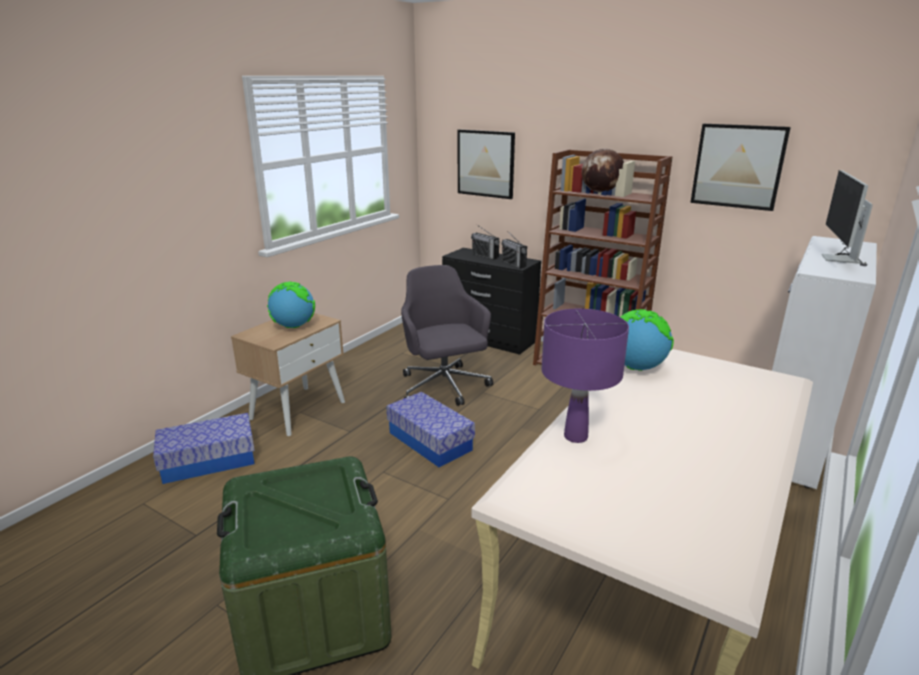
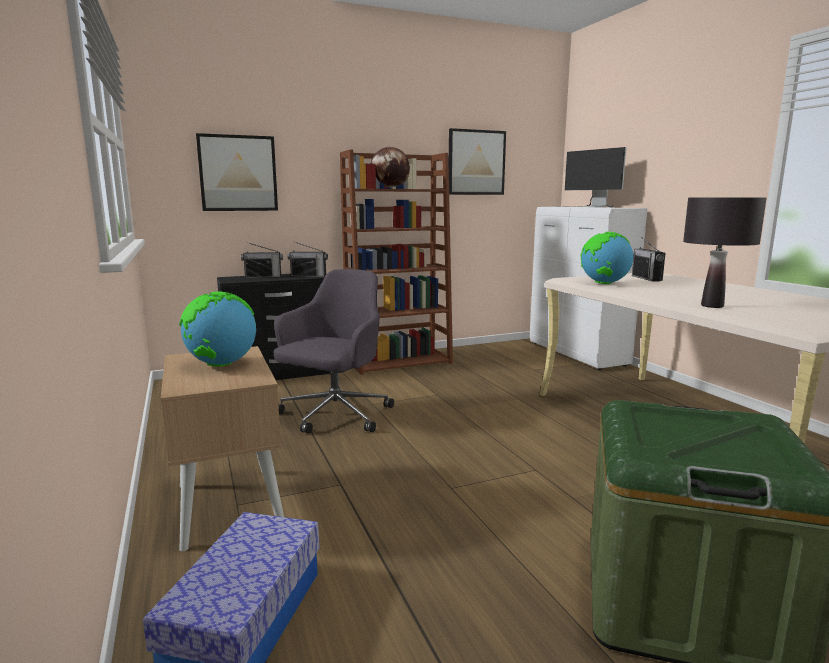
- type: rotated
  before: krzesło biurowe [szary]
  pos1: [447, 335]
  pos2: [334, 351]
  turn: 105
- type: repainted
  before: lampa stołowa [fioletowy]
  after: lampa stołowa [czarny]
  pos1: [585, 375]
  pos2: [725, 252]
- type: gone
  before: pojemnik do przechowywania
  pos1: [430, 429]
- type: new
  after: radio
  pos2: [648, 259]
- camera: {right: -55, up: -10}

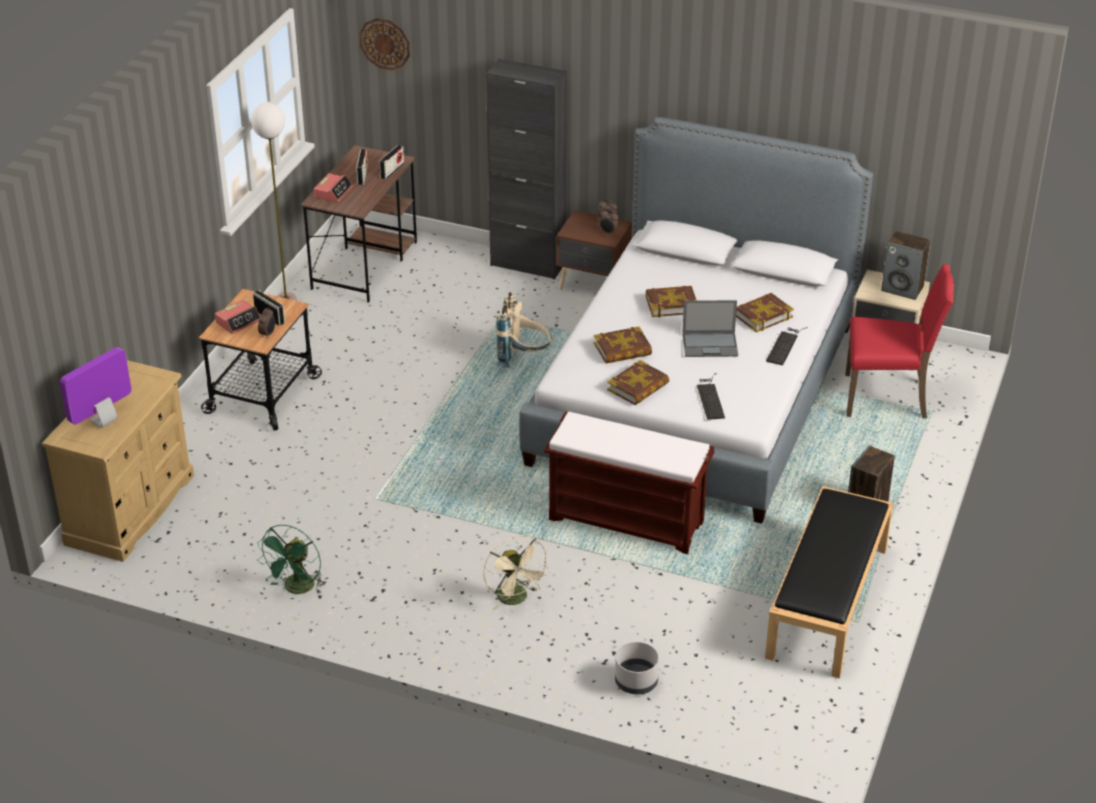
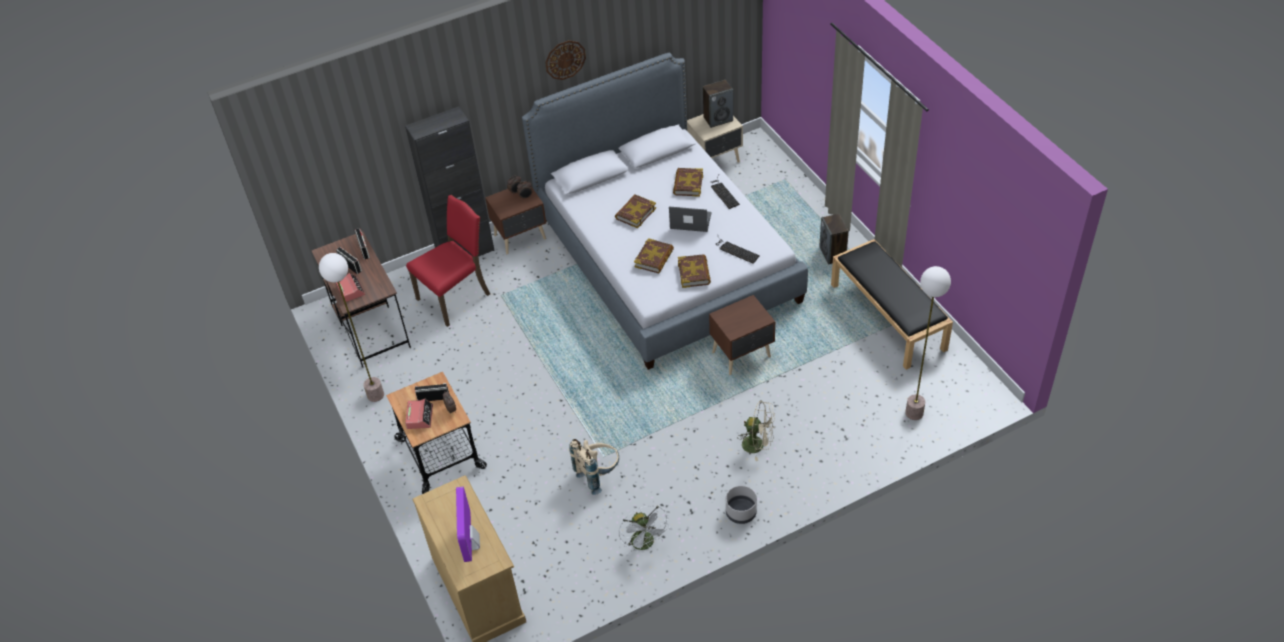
- type: shifted
  before: zegar ścienny
  pos1: [384, 44]
  pos2: [565, 60]
- type: shifted
  before: krzesło [czerwony]
  pos1: [899, 341]
  pos2: [448, 261]
- type: shifted
  before: plecak [beżowy]
  pos1: [524, 330]
  pos2: [594, 467]
- type: rotated
  before: laptop
  pos1: [710, 328]
  pos2: [690, 219]
  turn: -120
- type: swapped
  before: ławka [brązowy]
  after: szafka nocna [brązowy]
  pos1: [629, 483]
  pos2: [742, 335]
- type: repainted
  before: wentylator [zielony]
  after: wentylator [biały]
  pos1: [291, 559]
  pos2: [644, 530]
- type: shifted
  before: donica [szary]
  pos1: [637, 668]
  pos2: [741, 505]
- type: new
  after: lampa stojąca
  pos2: [928, 343]
- camera: {right: -45, up: 10}

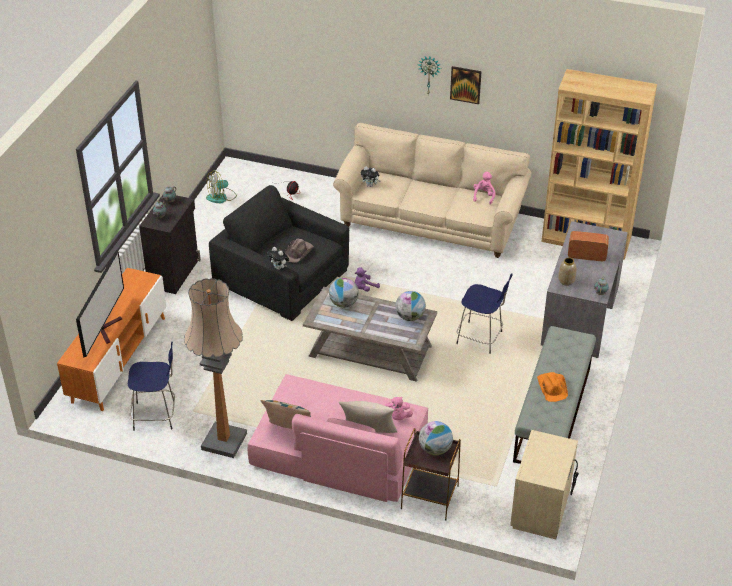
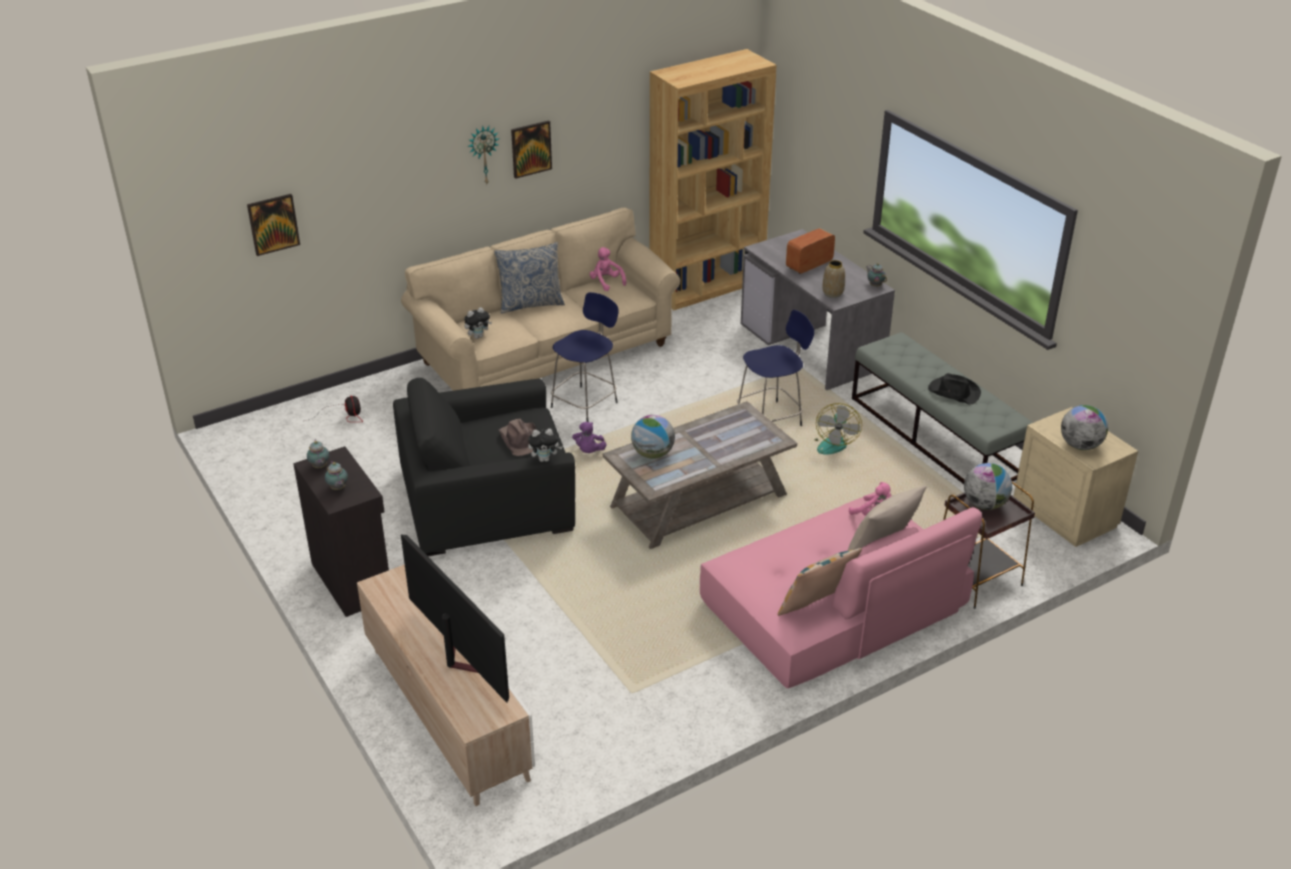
- type: shifted
  before: wentylator
  pos1: [221, 186]
  pos2: [838, 429]
- type: repainted
  before: szafka pod telewizor [pomarańczowy]
  after: szafka pod telewizor [beżowy]
  pos1: [111, 339]
  pos2: [446, 685]
- type: gone
  before: lampa stojąca
  pos1: [215, 368]
- type: shifted
  before: globus
  pos1: [411, 306]
  pos2: [1084, 427]
- type: shifted
  before: stołek [niebieski]
  pos1: [151, 386]
  pos2: [585, 357]
- type: repainted
  before: kapelusz [pomarańczowy]
  after: kapelusz [czarny]
  pos1: [552, 387]
  pos2: [954, 388]
- type: new
  after: obraz
  pos2: [273, 225]
- type: new
  after: poduszka
  pos2: [529, 277]
- camera: {right: -50, up: -5}

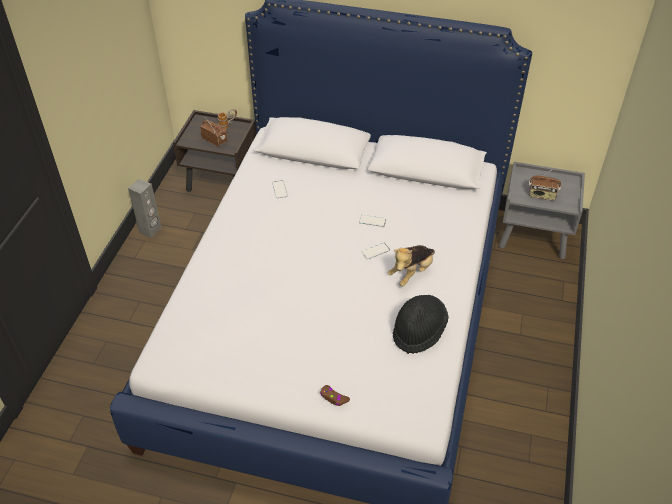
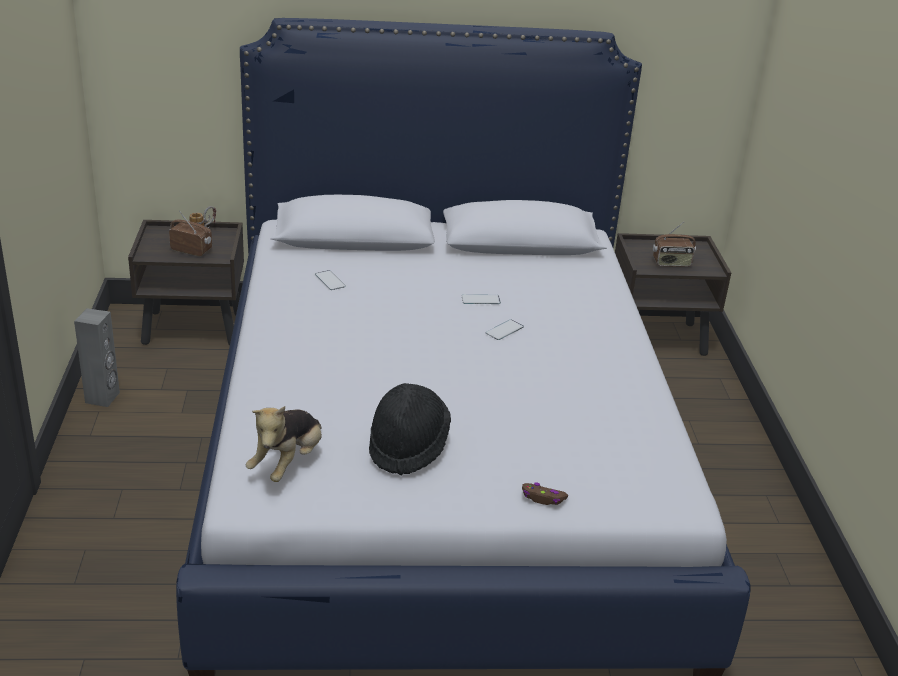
- type: repainted
  before: szafka nocna [szary]
  after: szafka nocna [brązowy]
  pos1: [542, 210]
  pos2: [673, 294]
- type: shifted
  before: pluszak
  pos1: [411, 265]
  pos2: [284, 444]
- type: shifted
  before: kapelusz [czarny]
  pos1: [421, 324]
  pos2: [410, 429]
- camera: {right: -20, up: -15}

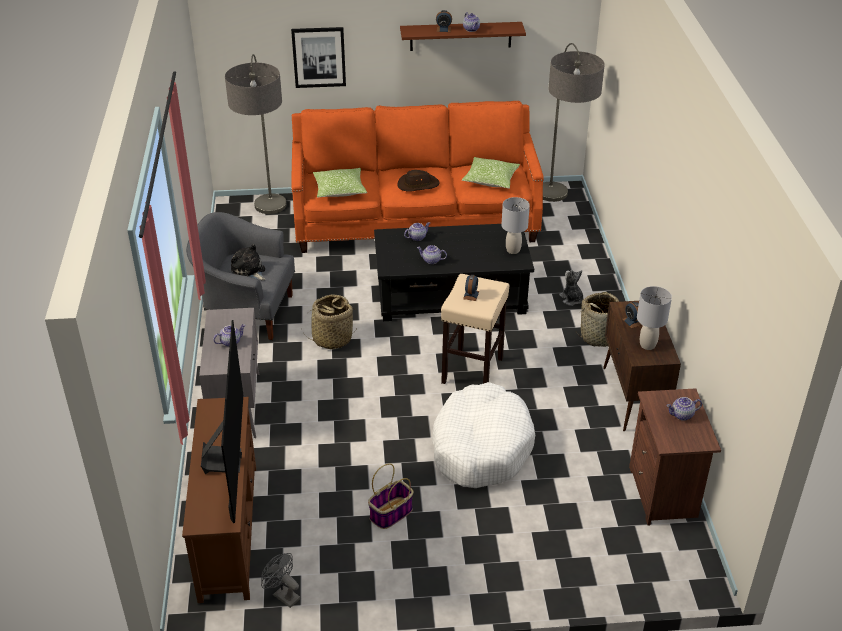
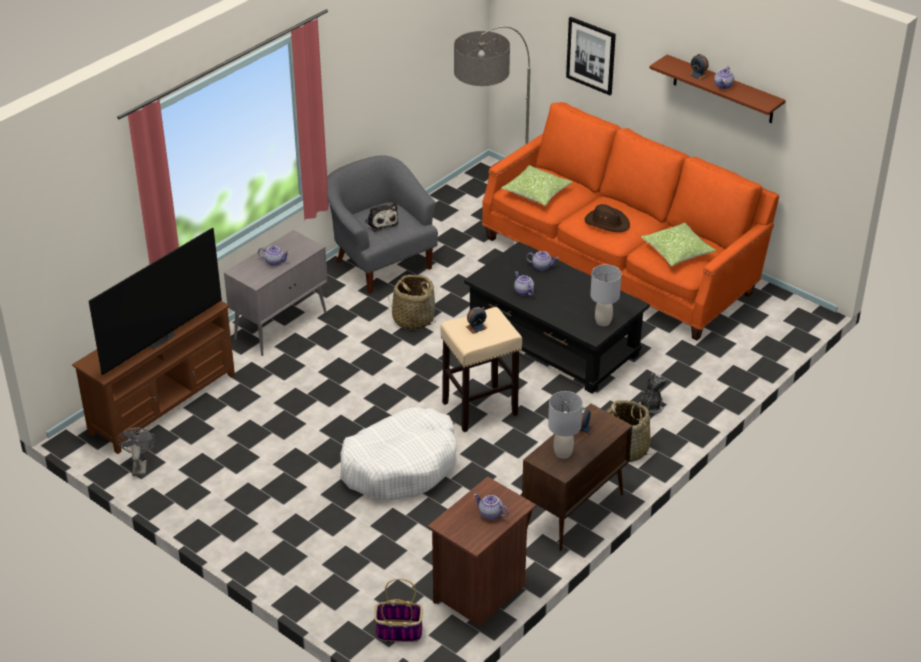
- type: gone
  before: lampa stojąca
  pos1: [574, 122]
- type: rotated
  before: pluszak
  pos1: [248, 262]
  pos2: [381, 217]
  turn: 150
- type: shifted
  before: koszyk
  pos1: [391, 496]
  pos2: [398, 610]
- camera: {right: 45, up: 0}

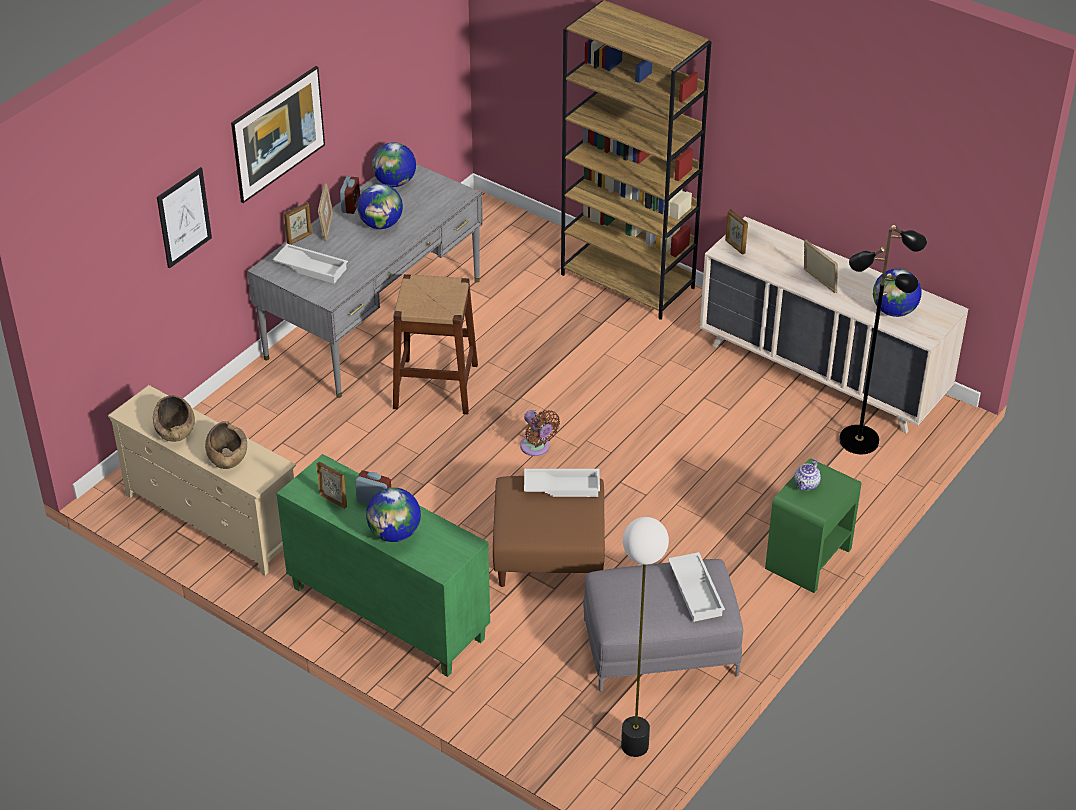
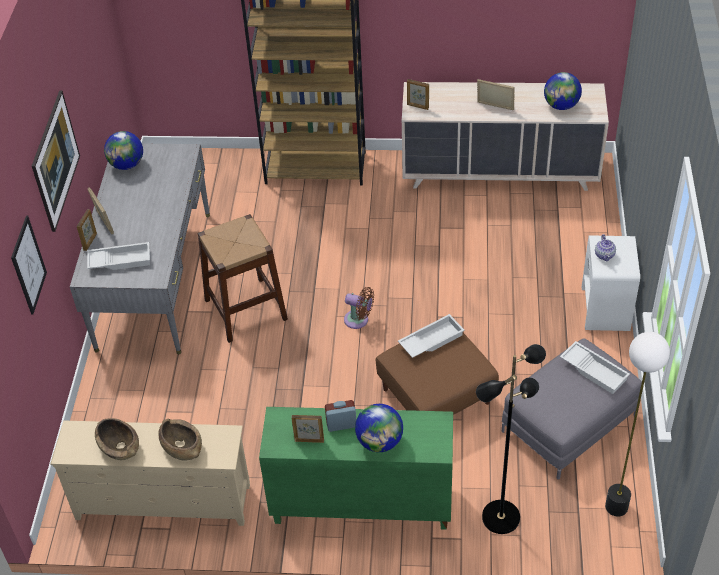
- type: gone
  before: budzik
  pos1: [350, 195]
- type: gone
  before: globus
  pos1: [380, 206]
- type: shifted
  before: lampa stojąca [czarny]
  pos1: [883, 339]
  pos2: [511, 439]
- type: repainted
  before: szafka nocna [zielony]
  after: szafka nocna [biały]
  pos1: [813, 525]
  pos2: [611, 283]
- camera: {right: -30, up: 5}

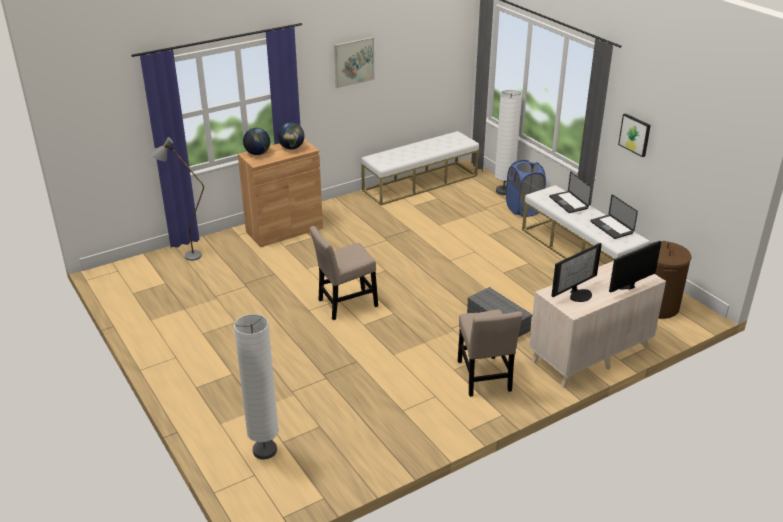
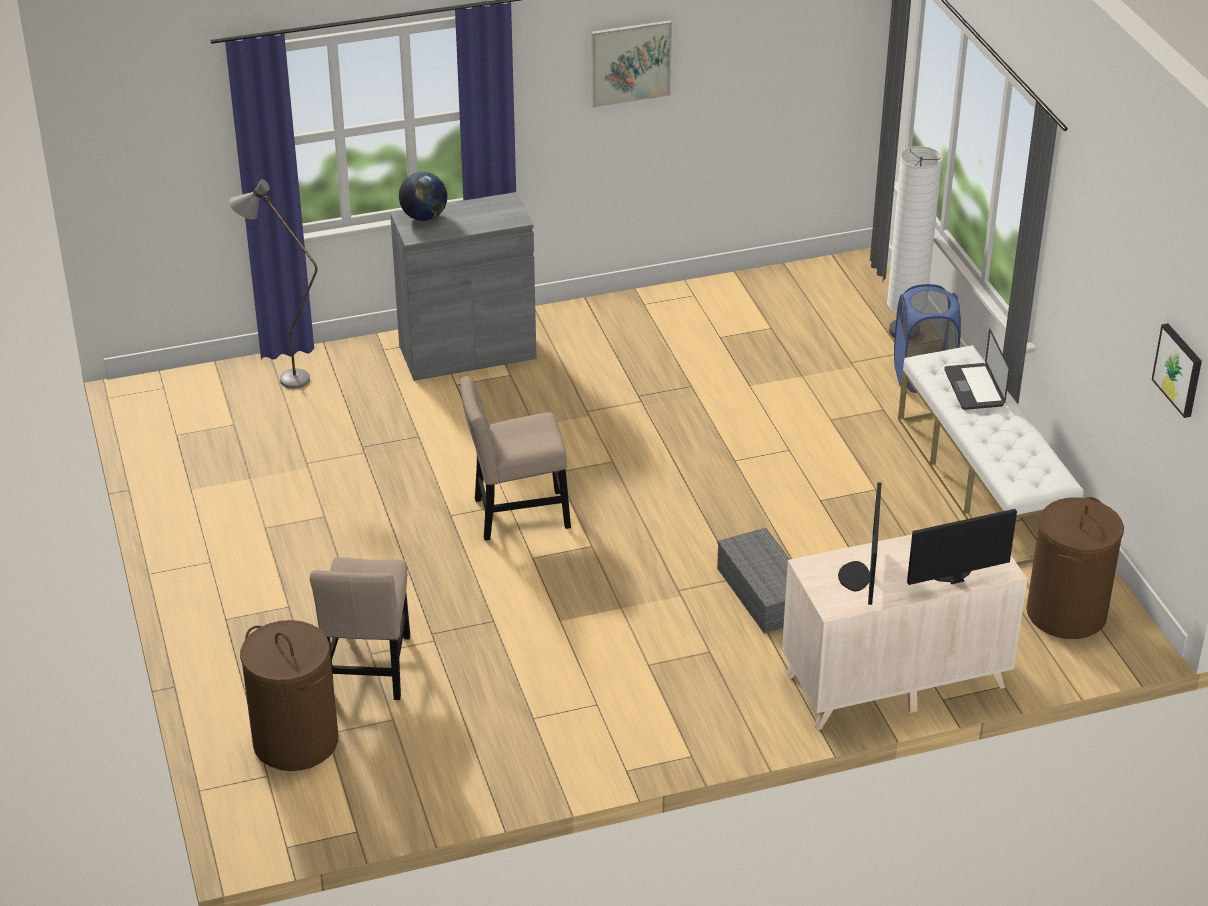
- type: shifted
  before: obraz
  pos1: [634, 135]
  pos2: [1177, 370]
- type: gone
  before: globus
  pos1: [290, 136]
- type: gone
  before: ławka [biały]
  pos1: [420, 168]
- type: repainted
  before: szafka [brązowy]
  after: szafka [szary]
  pos1: [280, 193]
  pos2: [463, 286]
- type: gone
  before: laptop
  pos1: [614, 216]
- type: rotated
  before: monitor
  pos1: [576, 272]
  pos2: [859, 543]
  turn: 120
- type: shifted
  before: krzesło [beżowy]
  pos1: [490, 353]
  pos2: [360, 628]
- type: swapped
  before: lampa stojąca [biały]
  after: kosz na pranie [brązowy]
  pos1: [256, 387]
  pos2: [289, 695]
- camera: {right: 15, up: 5}

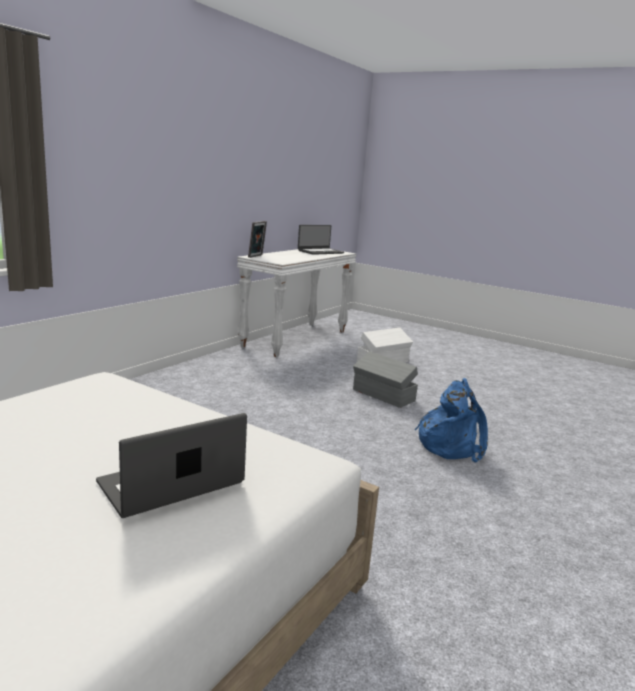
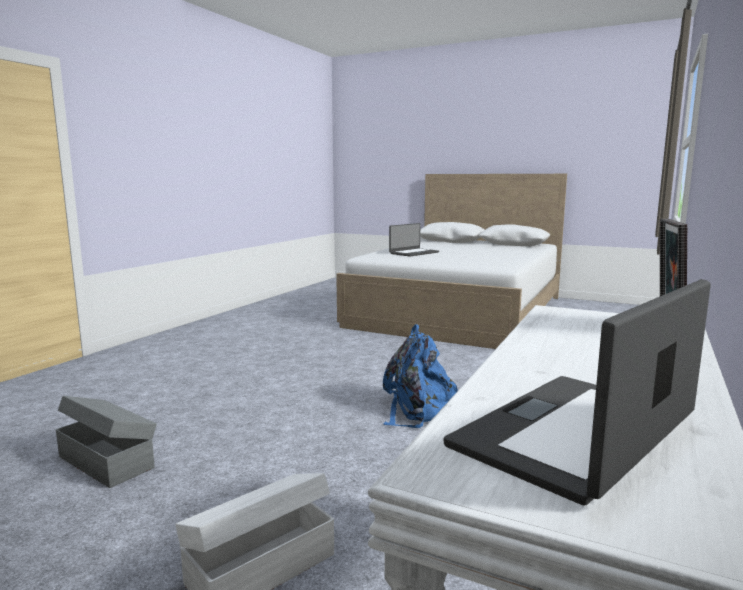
- type: shifted
  before: pojemnik do przechowywania [szary]
  pos1: [385, 379]
  pos2: [106, 442]
- type: shifted
  before: plecak [niebieski]
  pos1: [451, 420]
  pos2: [420, 376]
- camera: {right: 175, up: -5}

